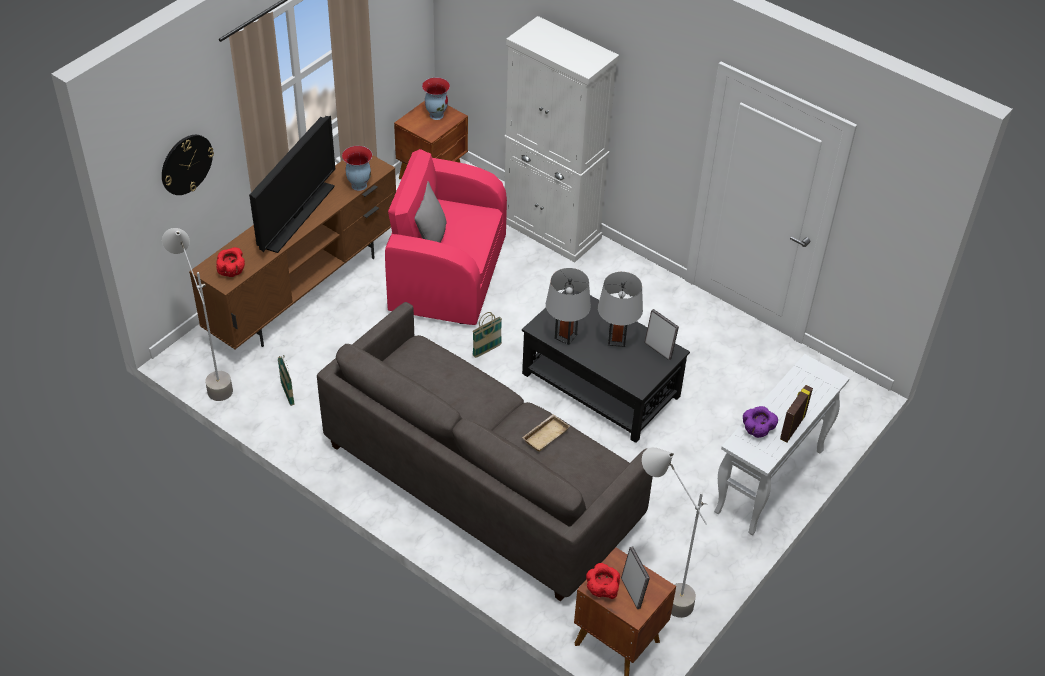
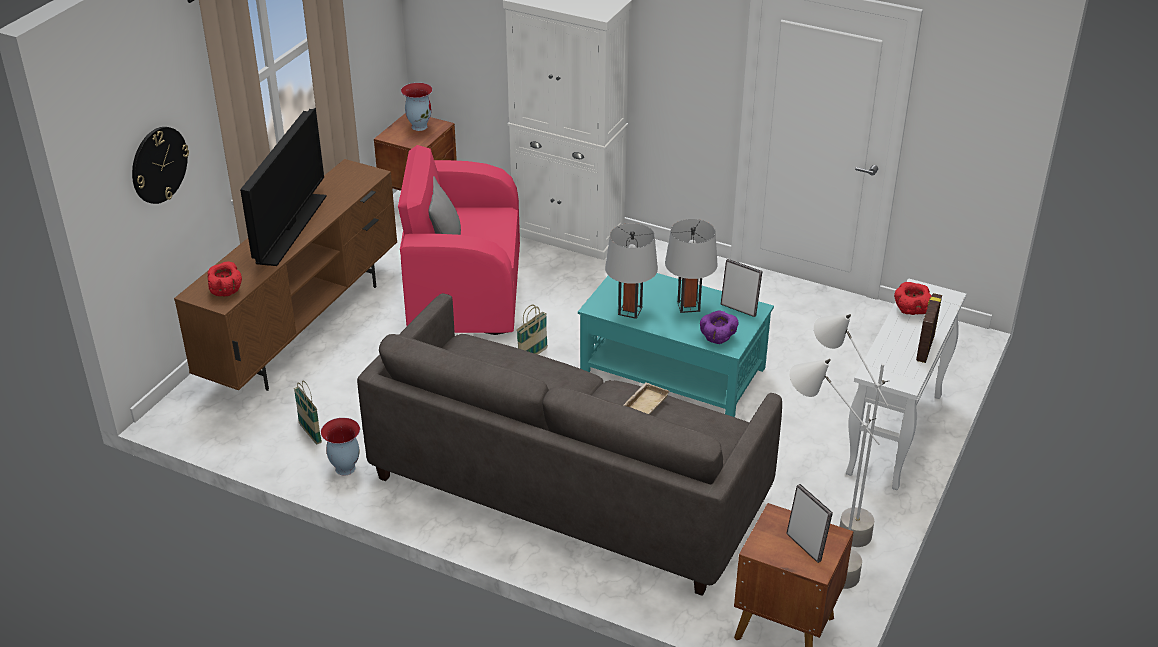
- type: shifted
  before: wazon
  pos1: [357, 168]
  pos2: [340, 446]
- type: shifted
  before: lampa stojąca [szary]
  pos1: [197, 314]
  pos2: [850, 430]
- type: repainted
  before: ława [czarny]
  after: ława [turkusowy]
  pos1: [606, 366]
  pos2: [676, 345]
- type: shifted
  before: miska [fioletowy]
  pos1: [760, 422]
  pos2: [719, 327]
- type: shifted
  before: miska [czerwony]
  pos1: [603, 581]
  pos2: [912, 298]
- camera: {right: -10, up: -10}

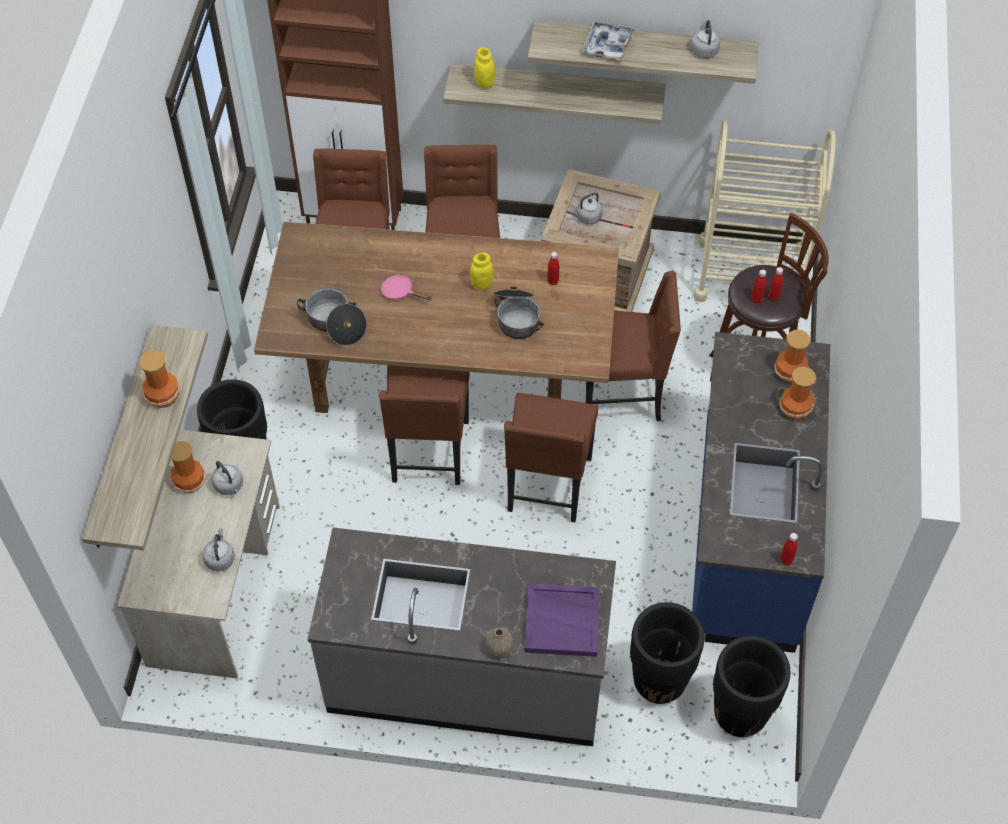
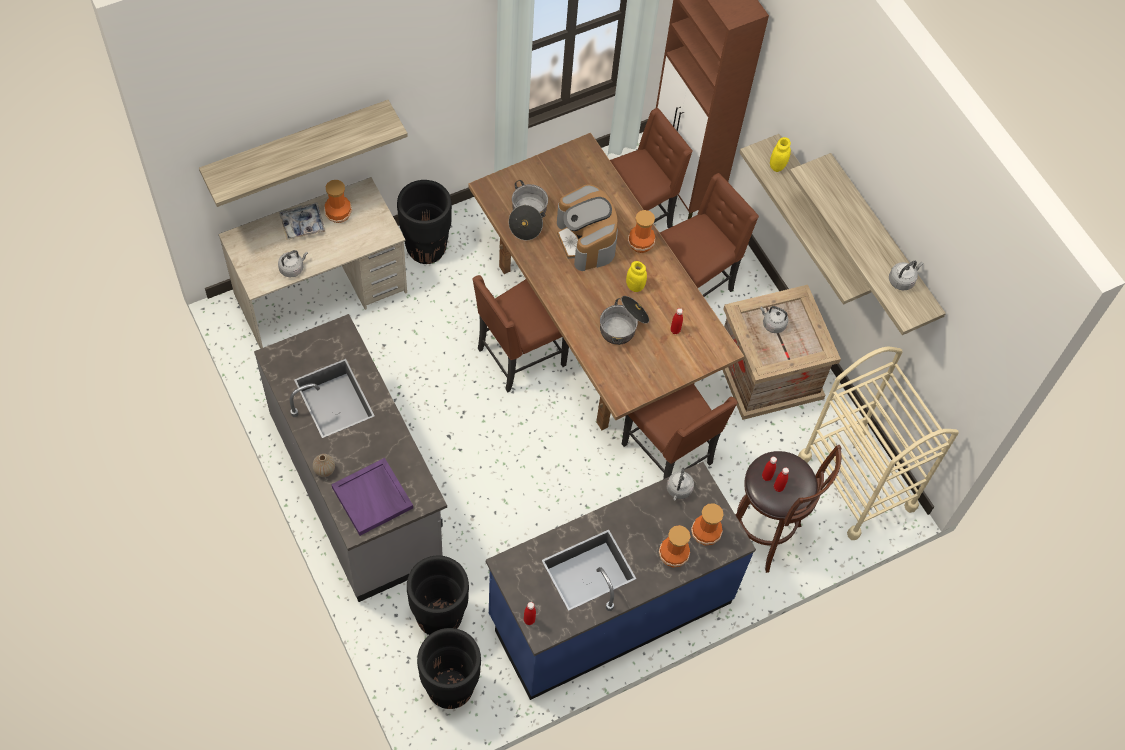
- type: shifted
  before: taca
  pos1: [608, 41]
  pos2: [302, 221]
- type: swapped
  before: patelnia [różowy]
  after: ekspres do kawy
  pos1: [406, 287]
  pos2: [587, 227]
- type: shifted
  before: wazon
  pos1: [159, 379]
  pos2: [641, 231]
- type: gone
  before: krzesło [brązowy]
  pos1: [551, 457]
- type: shifted
  before: czajnik [szary]
  pos1: [227, 478]
  pos2: [680, 484]
- camera: {right: 50, up: 5}

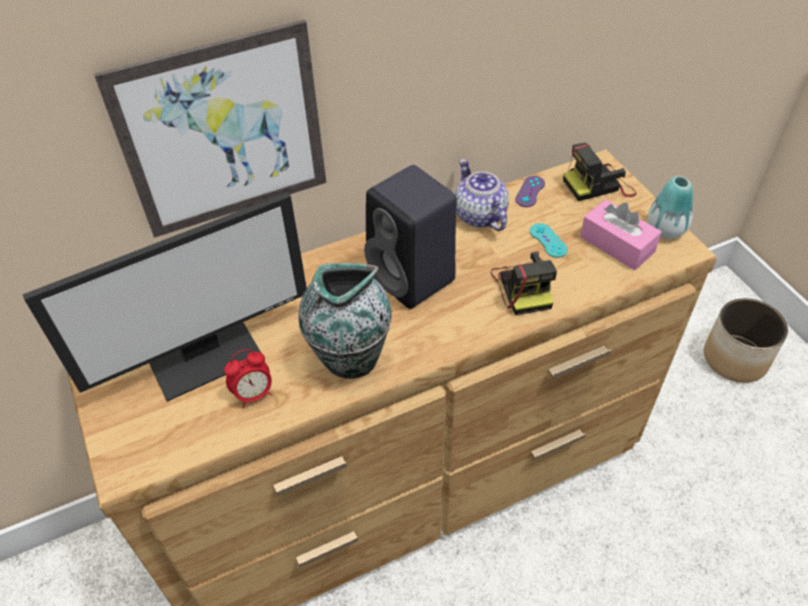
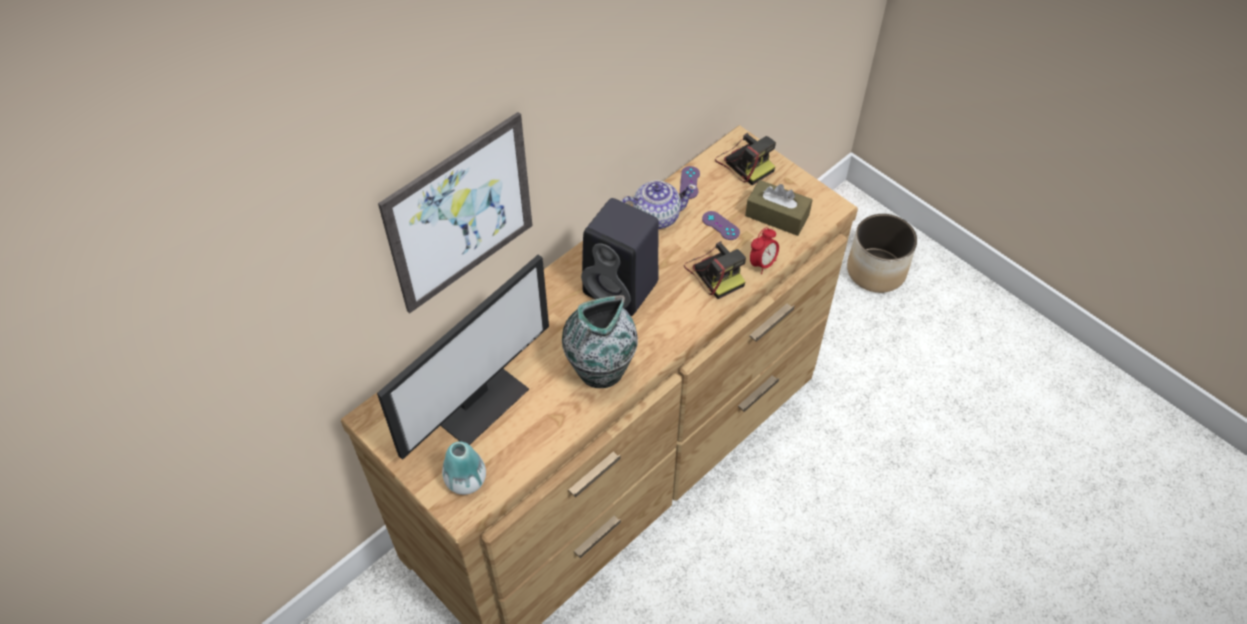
- type: rotated
  before: aparat fotograficzny
  pos1: [600, 172]
  pos2: [745, 159]
  turn: -90
- type: rotated
  before: imbryk
  pos1: [482, 195]
  pos2: [659, 204]
  turn: 120
- type: shifted
  before: wazon
  pos1: [670, 207]
  pos2: [464, 468]
- type: repainted
  before: pudełko chusteczek [różowy]
  after: pudełko chusteczek [brązowy]
  pos1: [621, 234]
  pos2: [778, 208]
- type: repainted
  before: pad do gier [turkusowy]
  after: pad do gier [fioletowy]
  pos1: [549, 240]
  pos2: [721, 225]
- type: shifted
  before: budzik
  pos1: [248, 378]
  pos2: [764, 250]
- camera: {right: -20, up: 5}

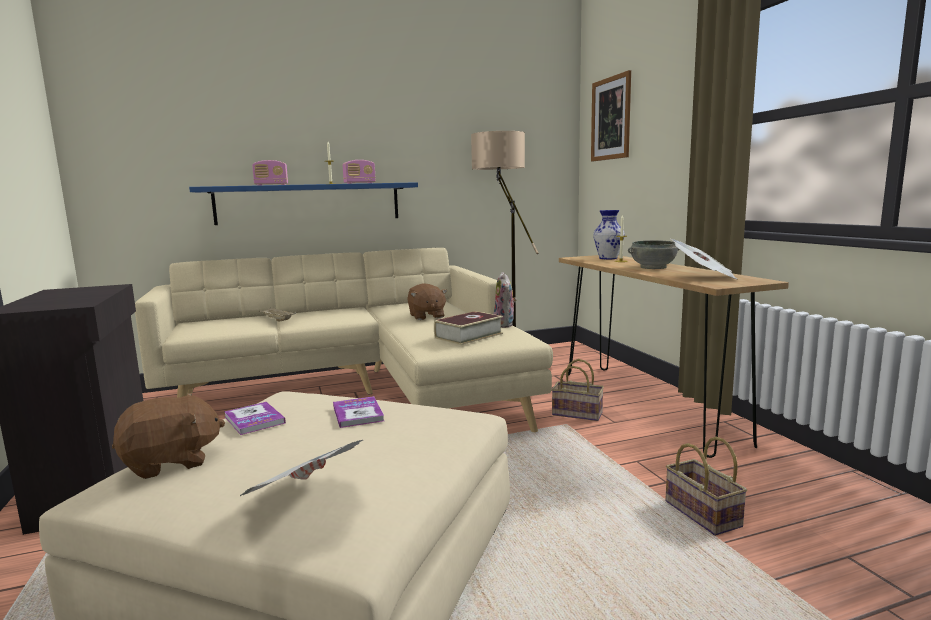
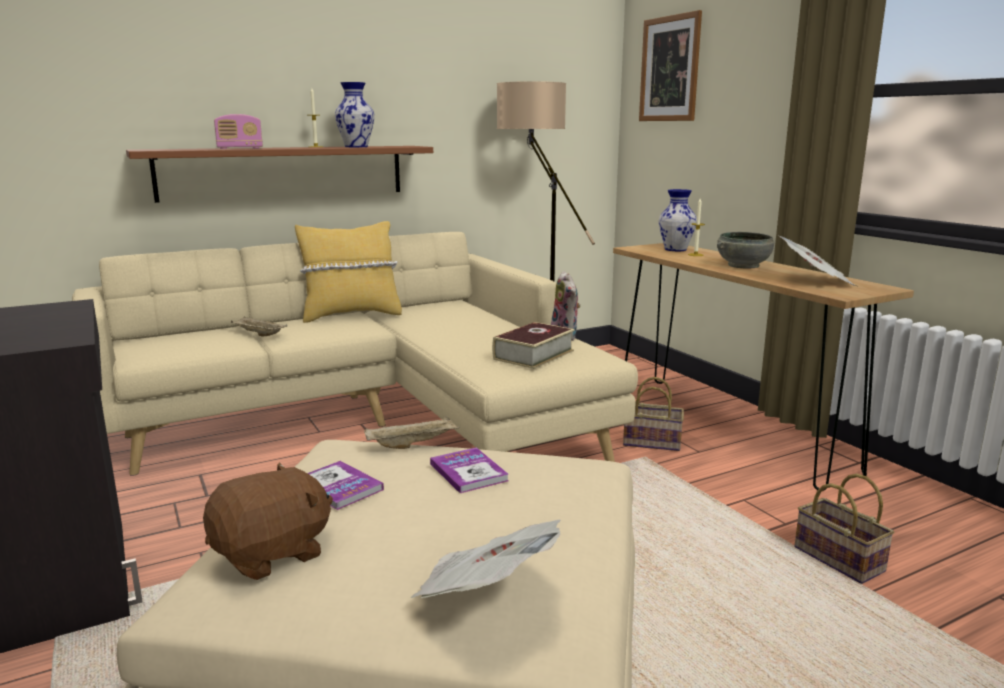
- type: swapped
  before: radio
  after: wazon
  pos1: [359, 172]
  pos2: [354, 114]
- type: repainted
  before: półka [niebieski]
  after: półka [brązowy]
  pos1: [303, 203]
  pos2: [279, 174]
- type: gone
  before: pluszak [brązowy]
  pos1: [427, 301]
- type: new
  after: poduszka [żółty]
  pos2: [348, 272]
- type: new
  after: taca [beżowy]
  pos2: [411, 432]
- camera: {right: -10, up: 5}

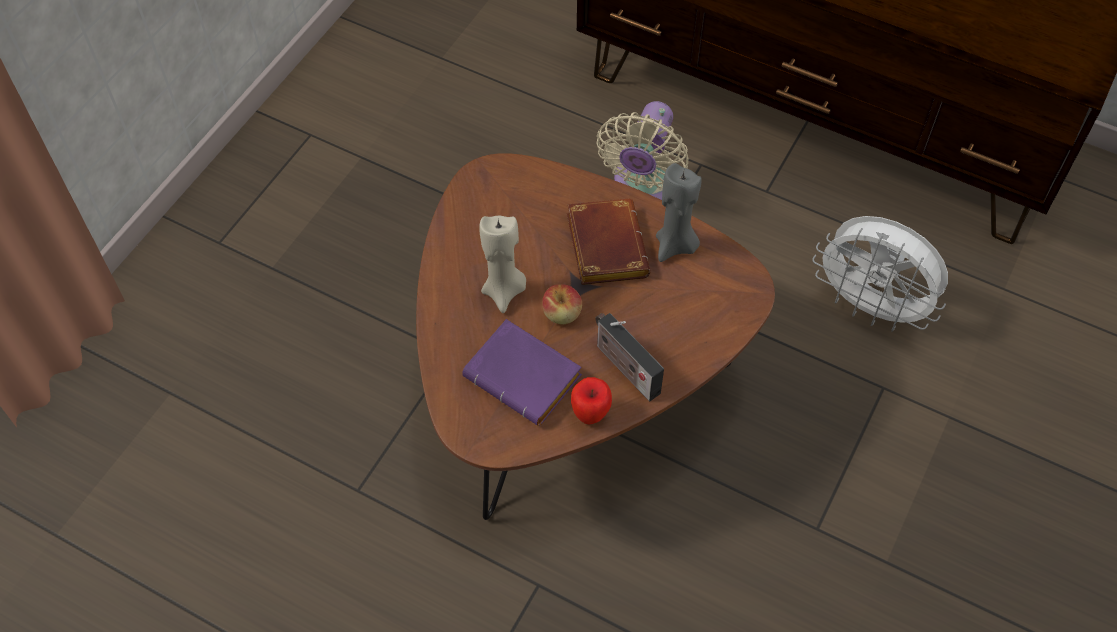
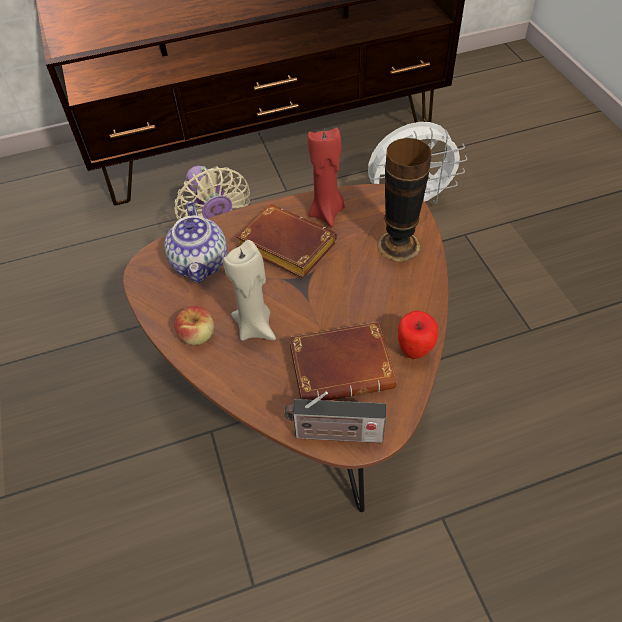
- type: repainted
  before: świeca [szary]
  after: świeca [czerwony]
  pos1: [679, 212]
  pos2: [326, 177]
- type: shifted
  before: jabłko
  pos1: [562, 304]
  pos2: [194, 325]
- type: shifted
  before: radio
  pos1: [629, 357]
  pos2: [335, 417]
- type: repainted
  before: książka [fioletowy]
  after: książka [brązowy]
  pos1: [522, 372]
  pos2: [342, 361]
- type: new
  after: wazon
  pos2: [404, 200]
- type: new
  after: imbryk
  pos2: [196, 242]
- camera: {right: -45, up: -5}

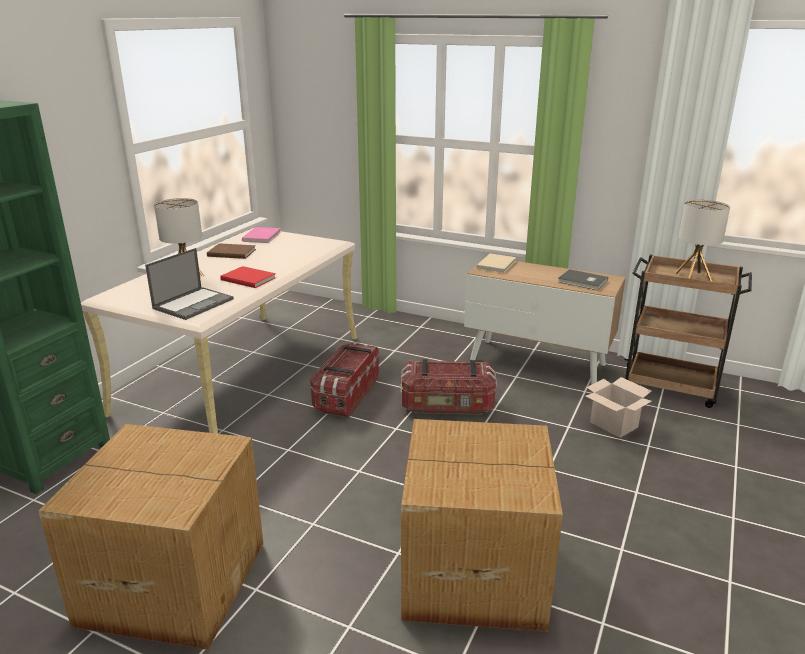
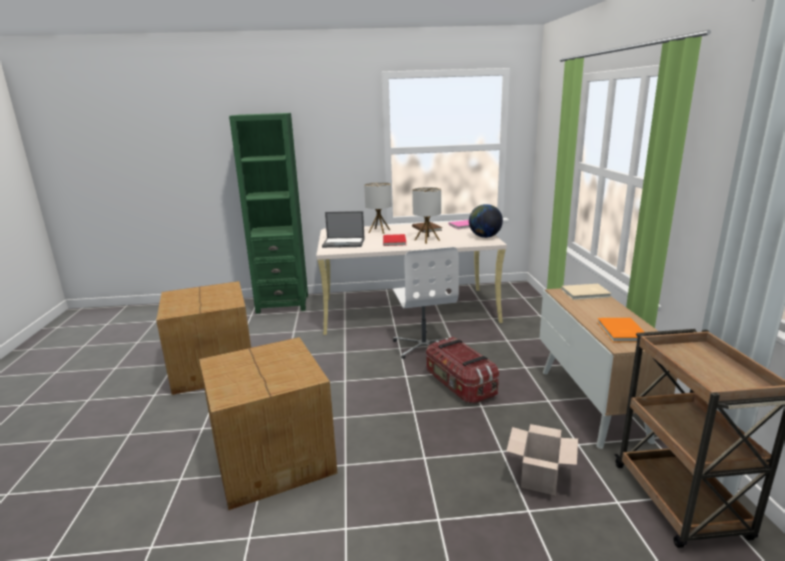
- type: shifted
  before: lampa stołowa
  pos1: [702, 240]
  pos2: [426, 215]
- type: repainted
  before: książka [szary]
  after: książka [pomarańczowy]
  pos1: [583, 279]
  pos2: [620, 330]
- type: swapped
  before: pojemnik do przechowywania
  after: krzesło biurowe [biały]
  pos1: [344, 380]
  pos2: [426, 303]
- type: new
  after: globus
  pos2: [486, 221]
- camera: {right: 60, up: -5}

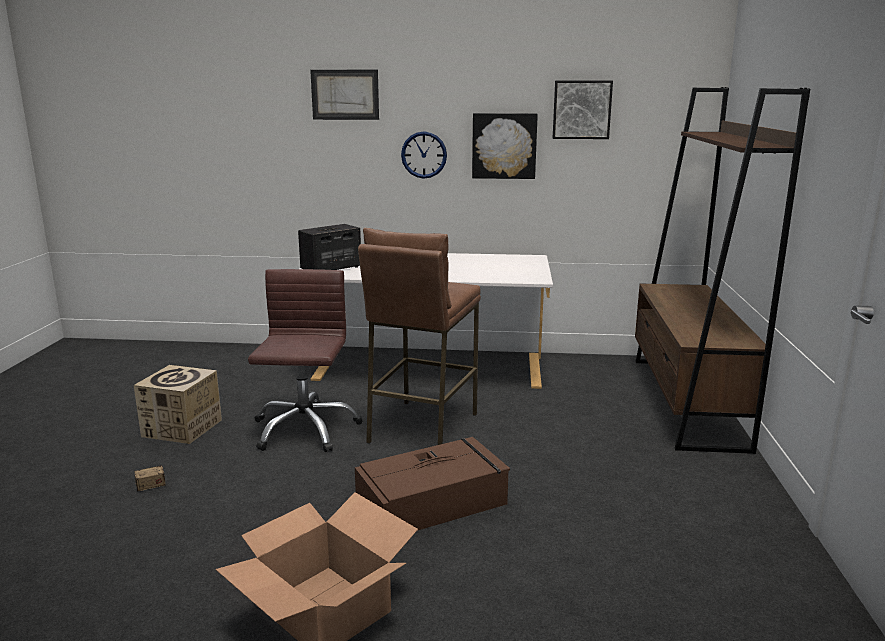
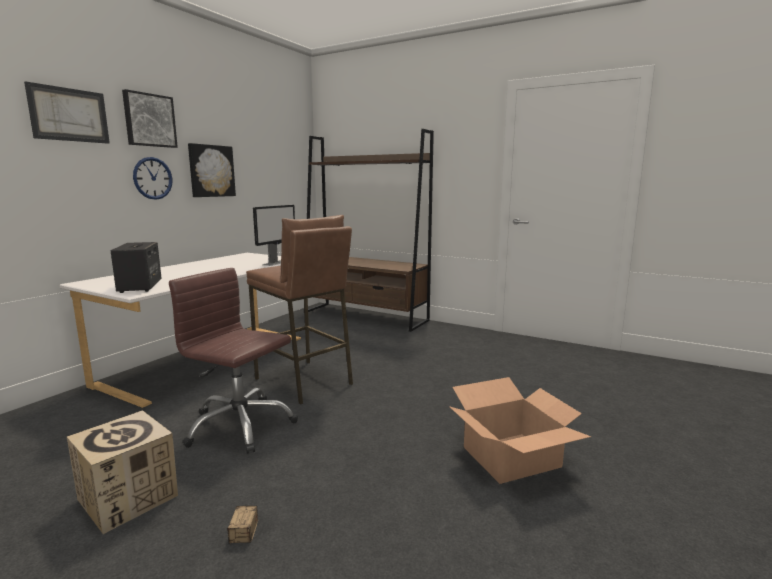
- type: shifted
  before: obraz
  pos1: [583, 110]
  pos2: [150, 118]
- type: gone
  before: pojemnik do przechowywania [brązowy]
  pos1: [432, 484]
- type: new
  after: monitor
  pos2: [274, 235]
- camera: {right: -65, up: -5}

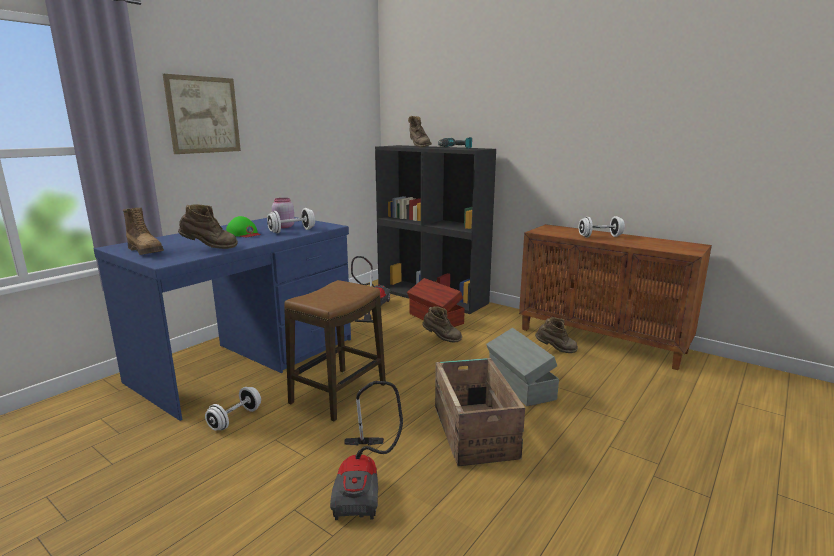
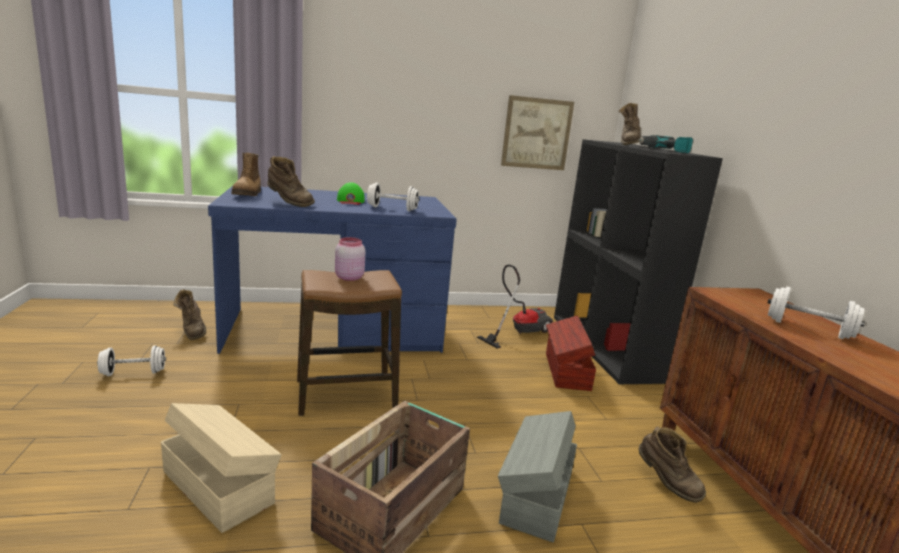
- type: shifted
  before: obraz
  pos1: [202, 114]
  pos2: [537, 132]
- type: shifted
  before: słoik [różowy]
  pos1: [283, 213]
  pos2: [350, 259]
- type: shifted
  before: but z cholewką [brązowy]
  pos1: [442, 324]
  pos2: [189, 315]
- type: swapped
  before: odkurzacz
  after: pojemnik do przechowywania [beżowy]
  pos1: [366, 450]
  pos2: [221, 468]
- type: shifted
  before: hantel [biały]
  pos1: [233, 409]
  pos2: [131, 360]
- camera: {right: 40, up: 0}

